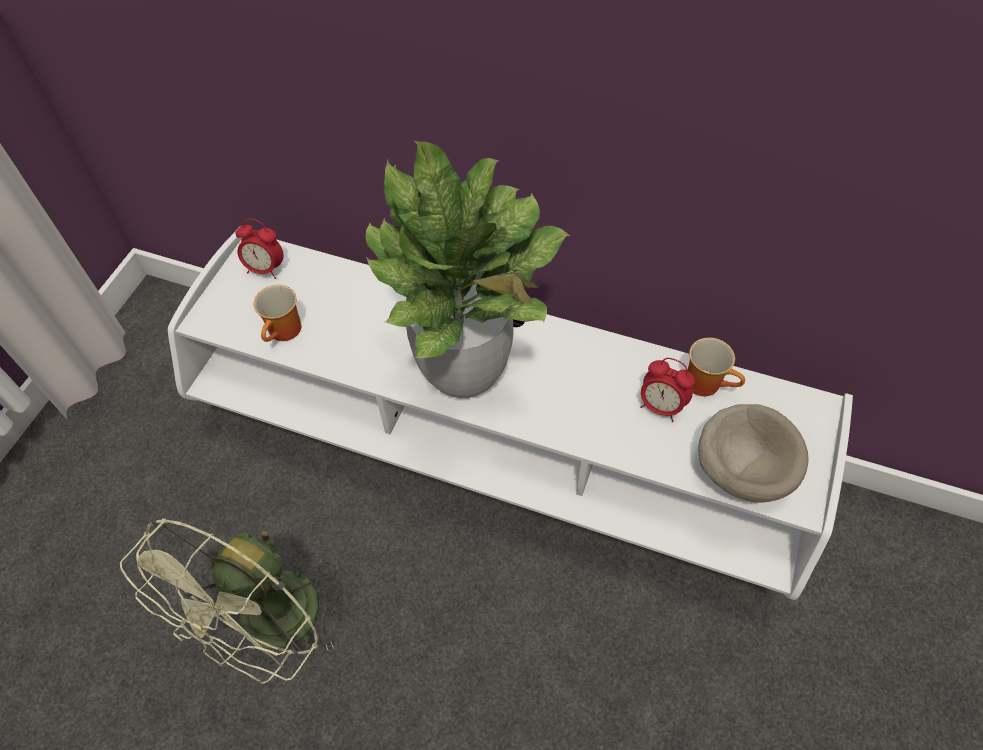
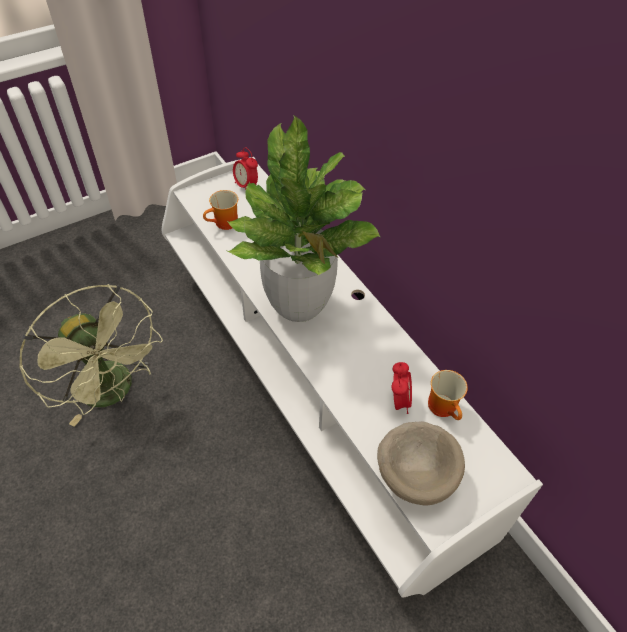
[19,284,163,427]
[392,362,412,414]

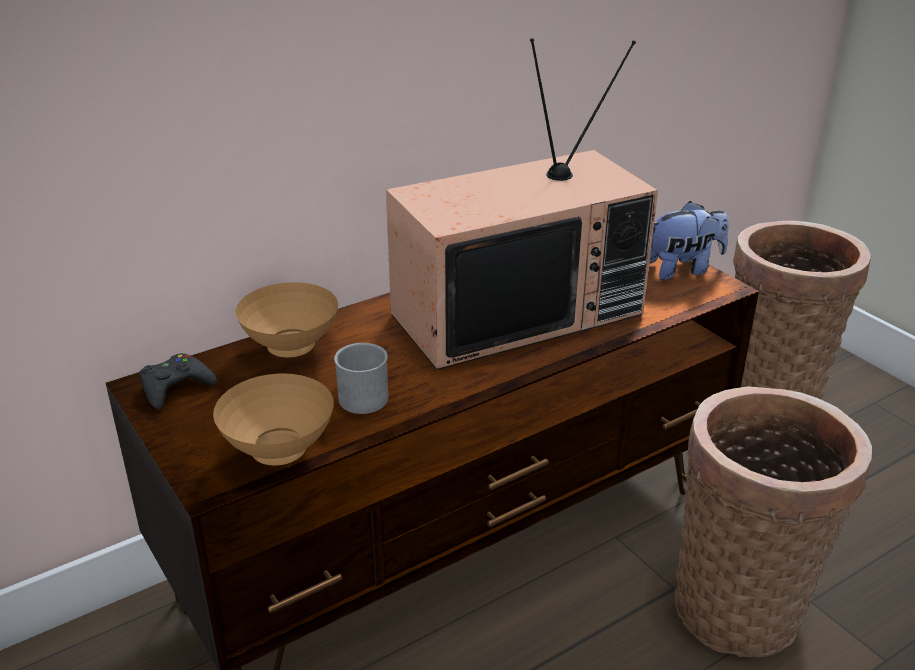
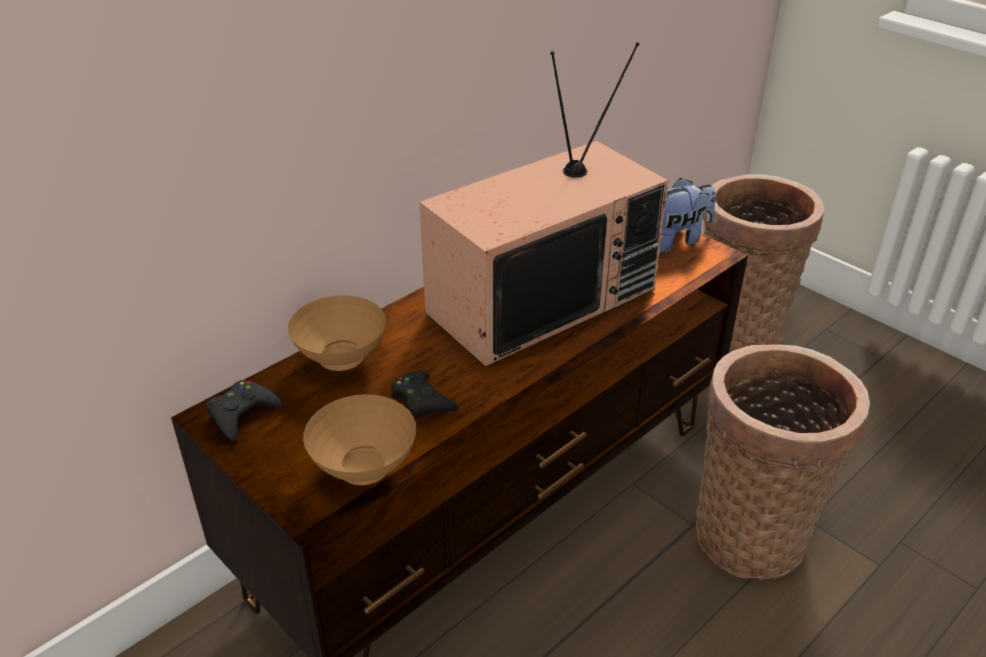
[391,371,459,420]

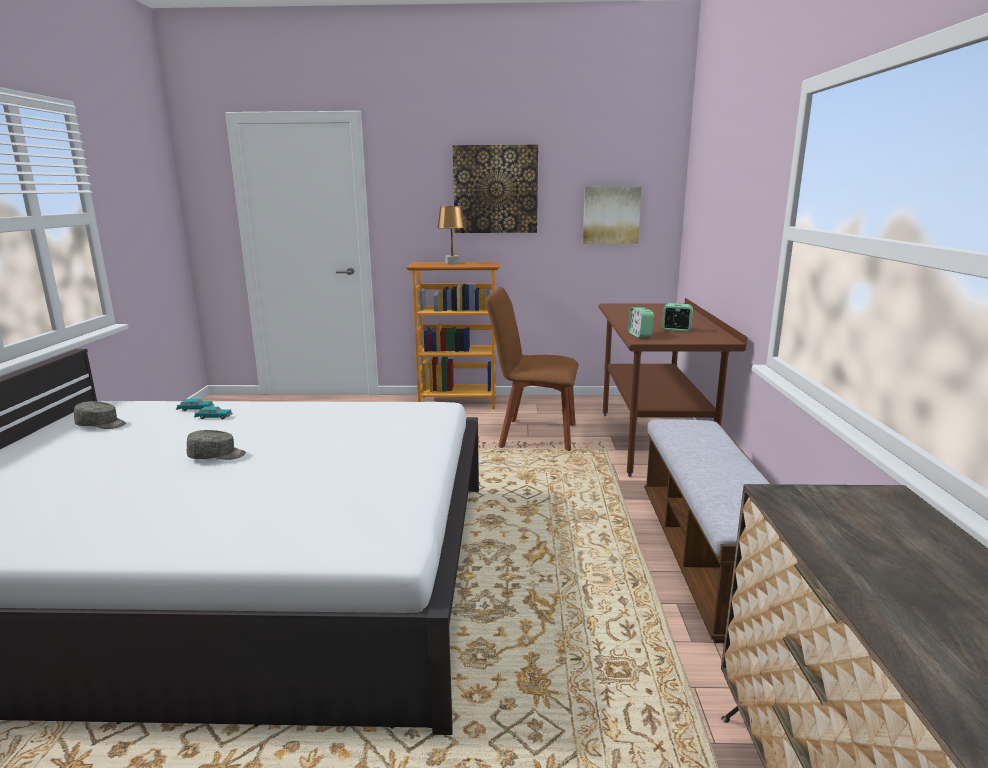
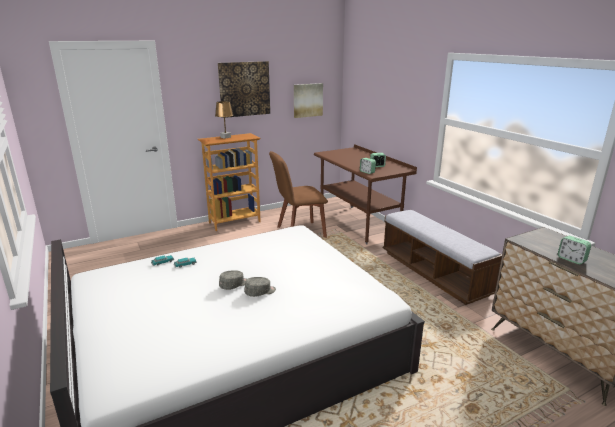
[244,277,276,297]
[558,236,591,264]

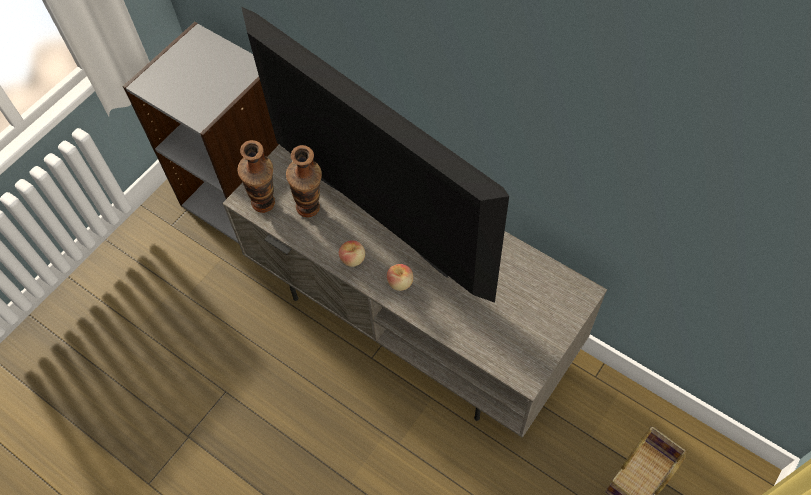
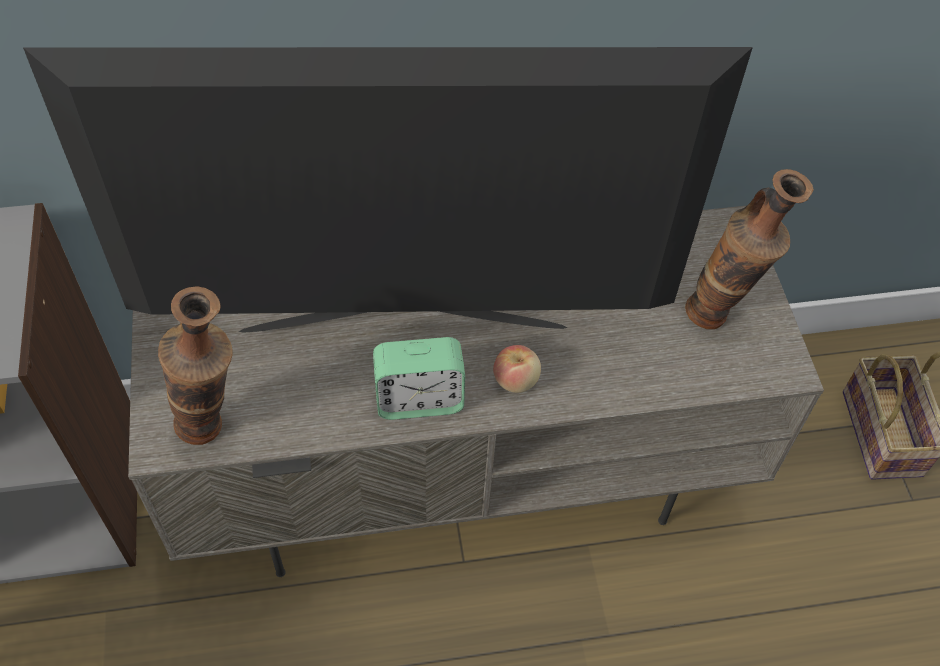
[373,337,465,420]
[685,169,814,329]

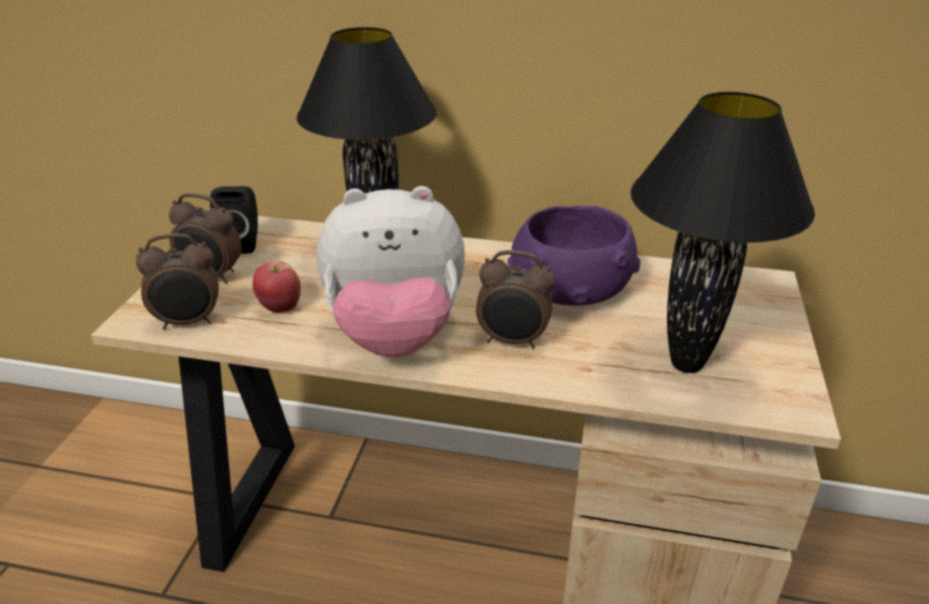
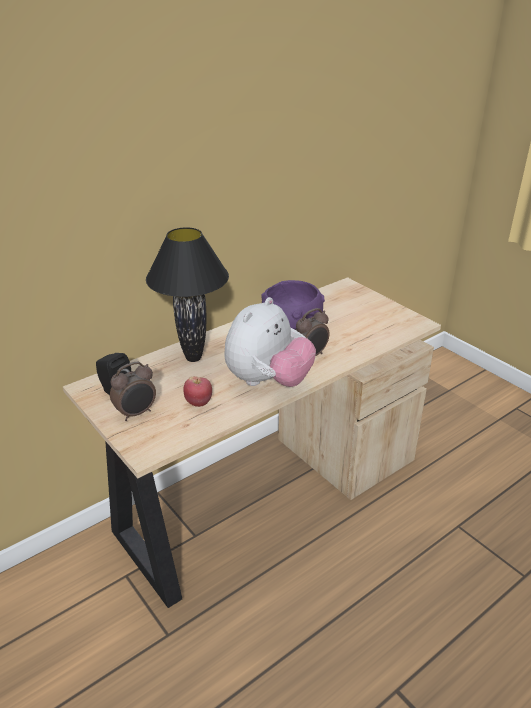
[136,233,219,330] (first image)
[630,92,815,373] (first image)

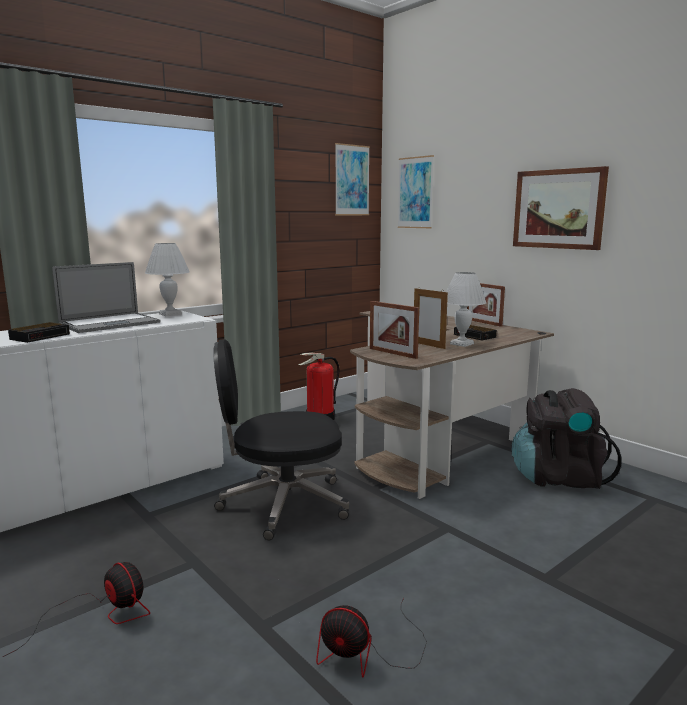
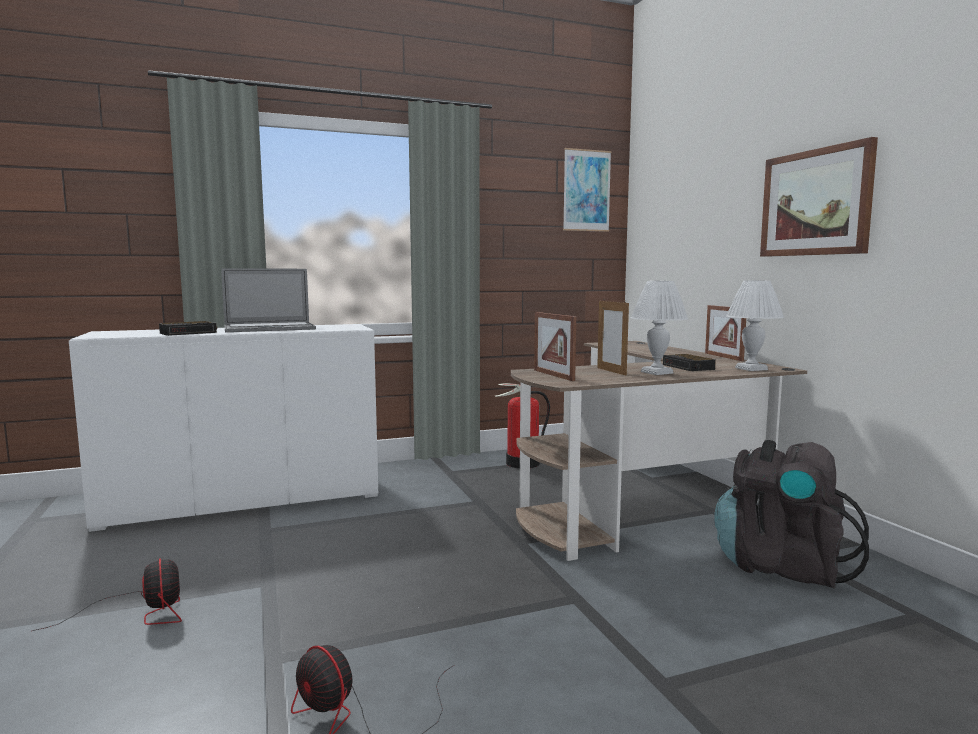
[726,281,784,371]
[213,339,349,540] (first image)
[397,155,434,228] (first image)

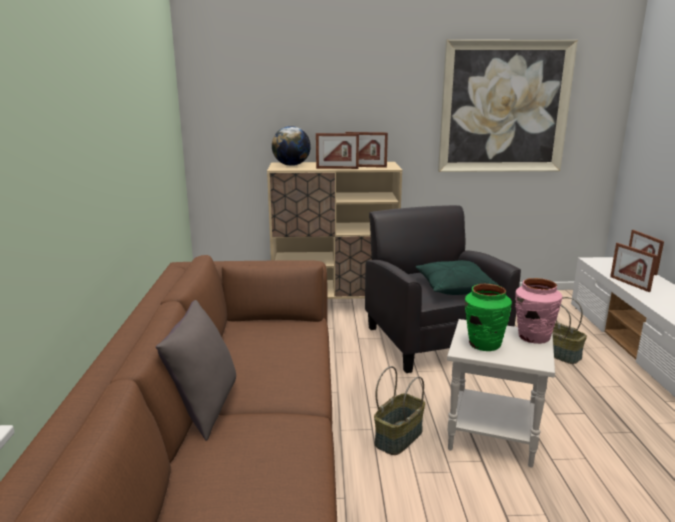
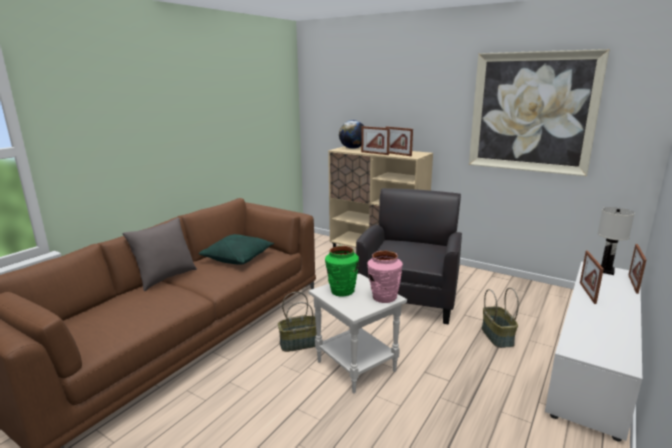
[199,234,274,265]
[597,207,635,275]

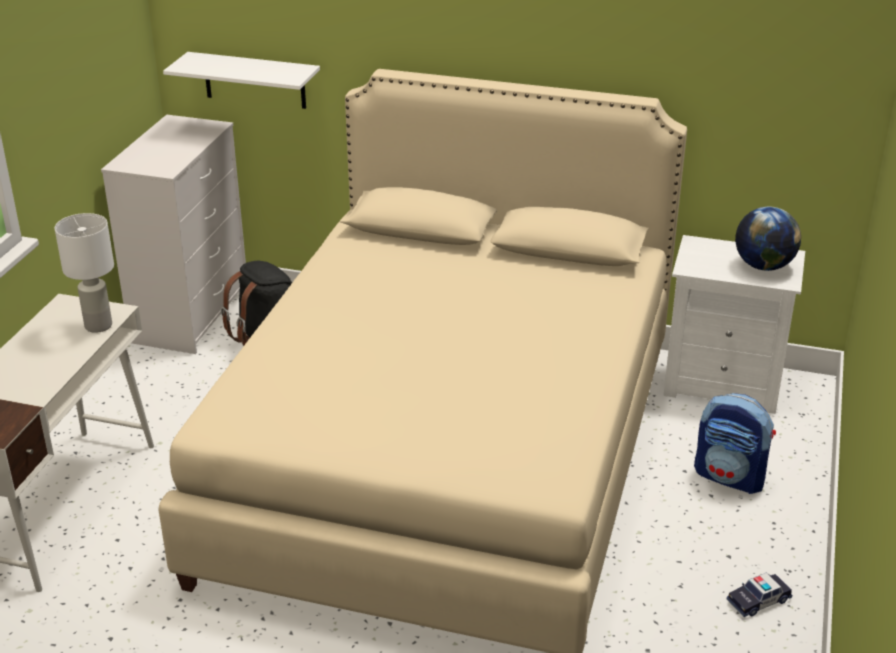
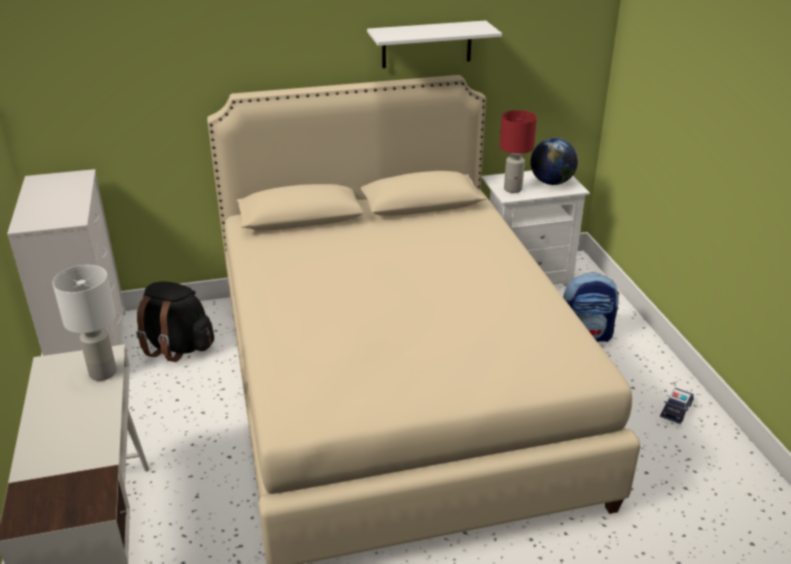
[367,20,502,68]
[500,110,537,193]

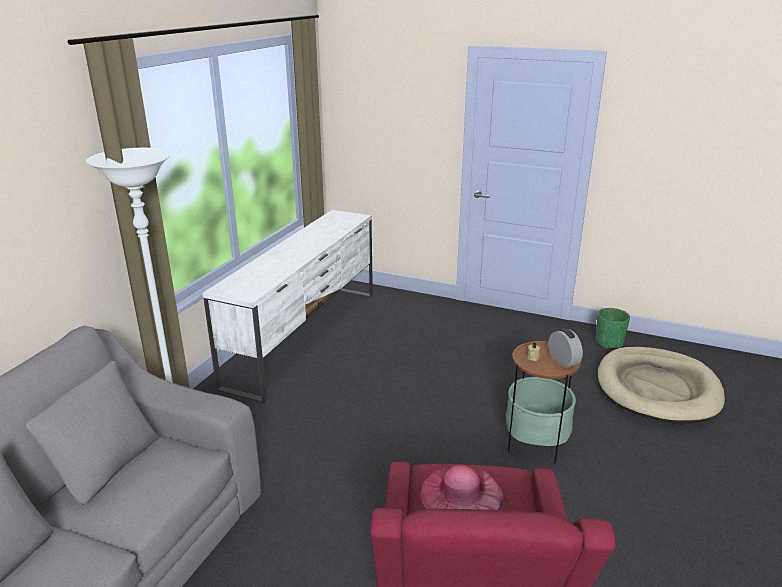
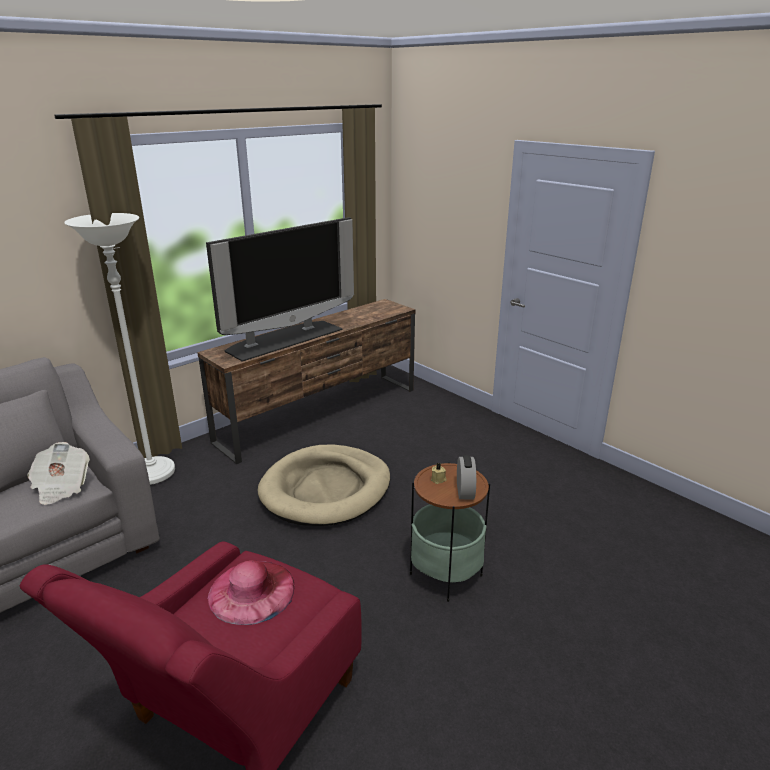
[27,442,90,505]
[197,299,415,464]
[206,217,354,362]
[258,444,390,526]
[595,308,630,349] (first image)

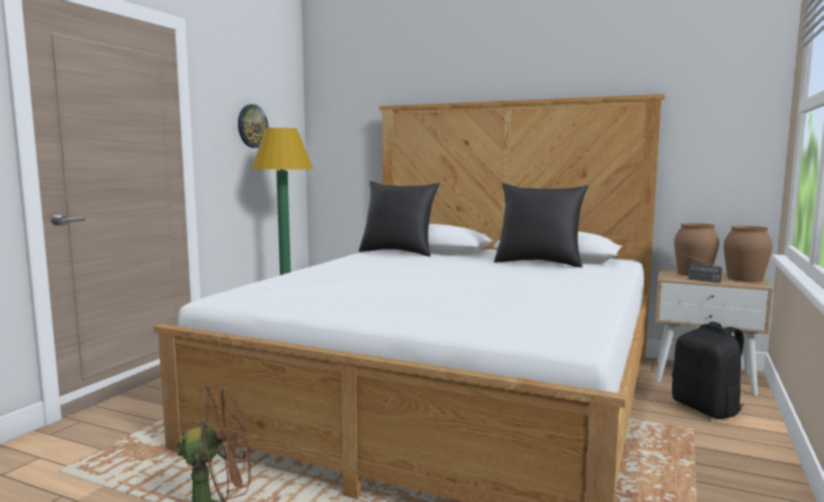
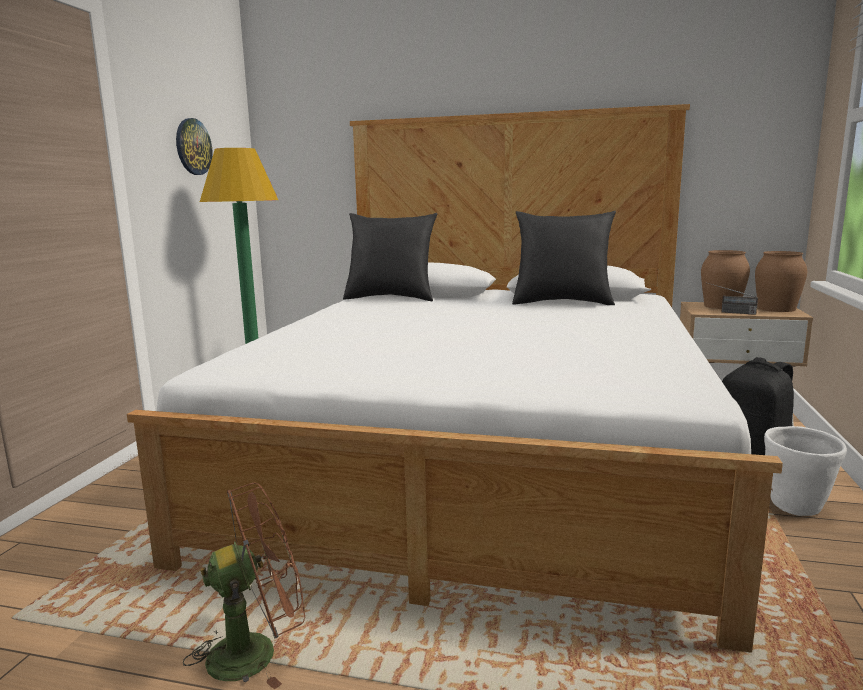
[764,426,847,516]

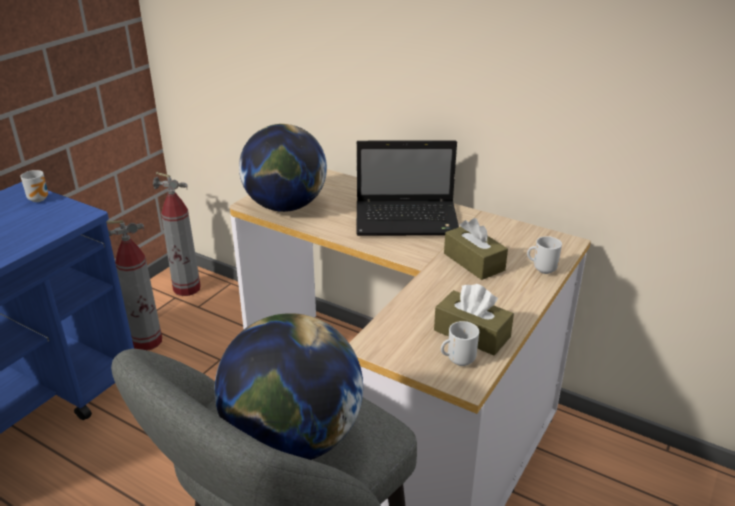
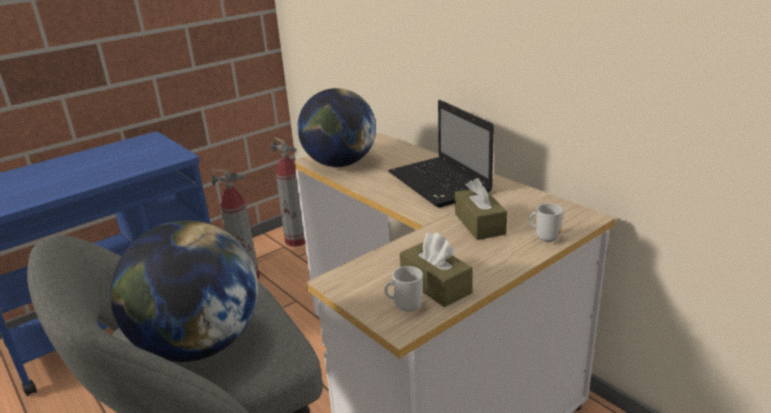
[388,100,494,208]
[20,170,48,202] (first image)

